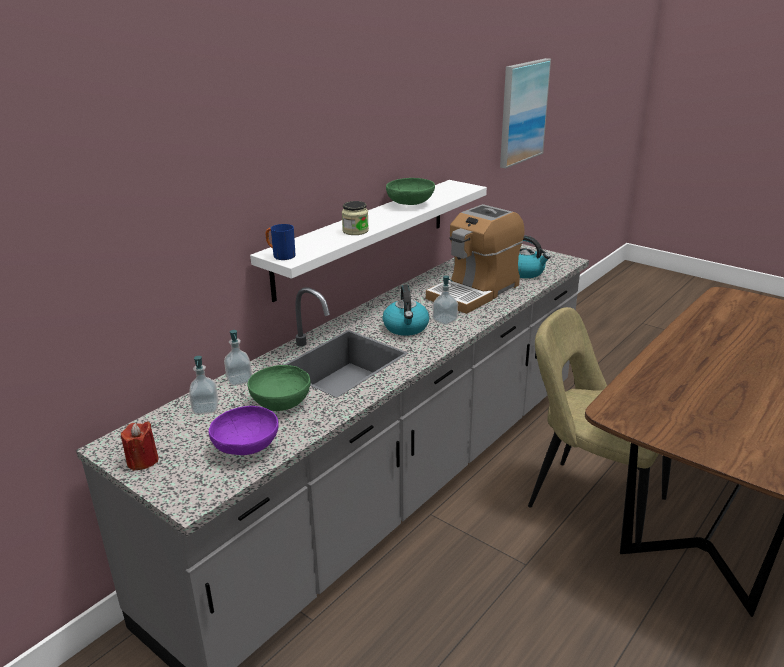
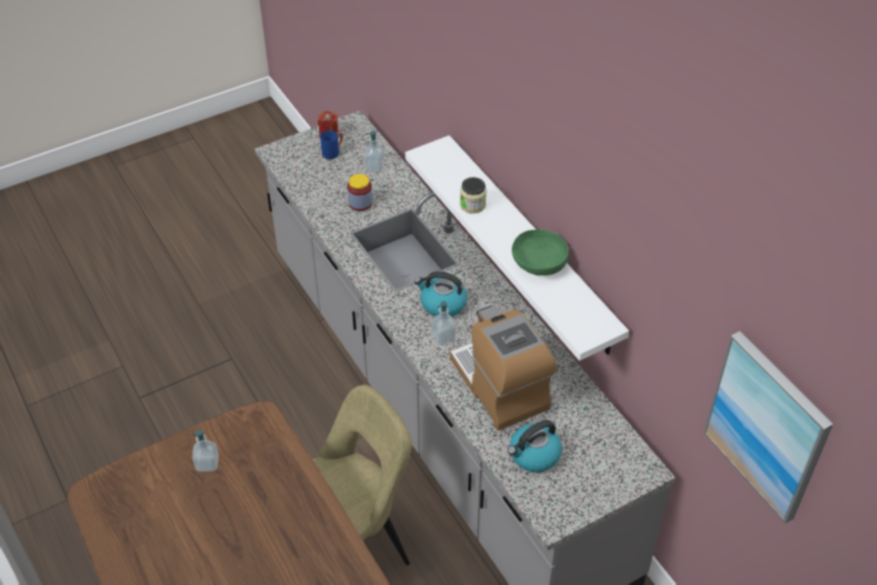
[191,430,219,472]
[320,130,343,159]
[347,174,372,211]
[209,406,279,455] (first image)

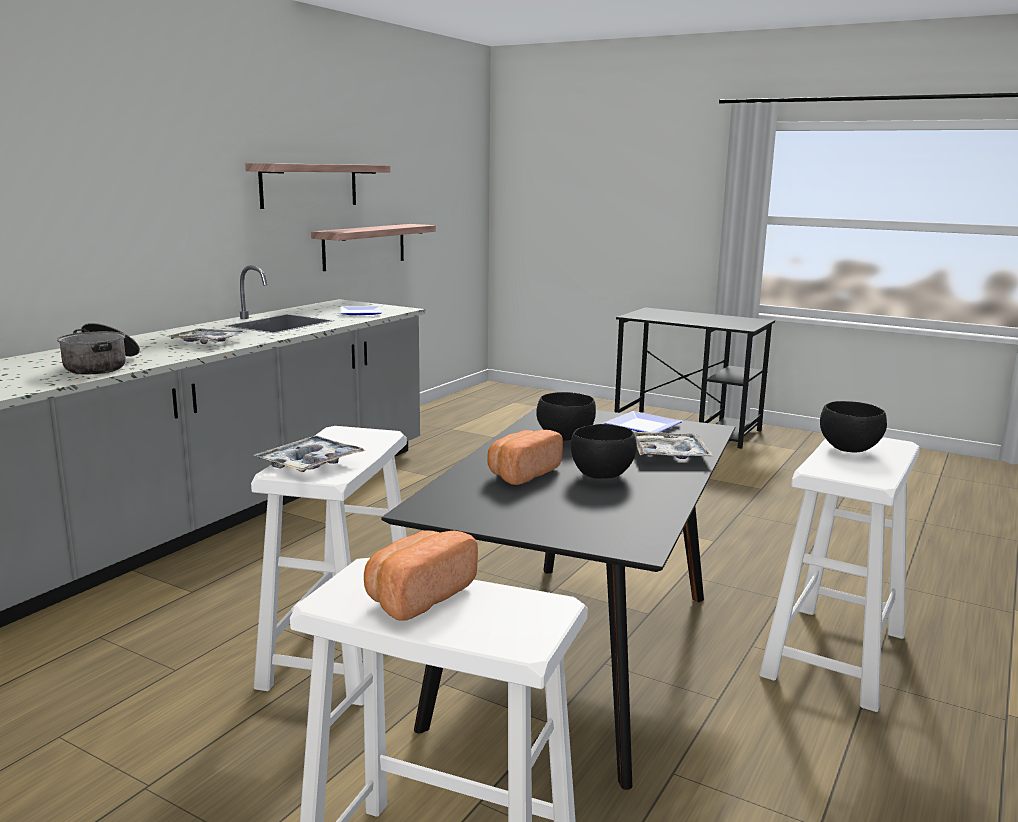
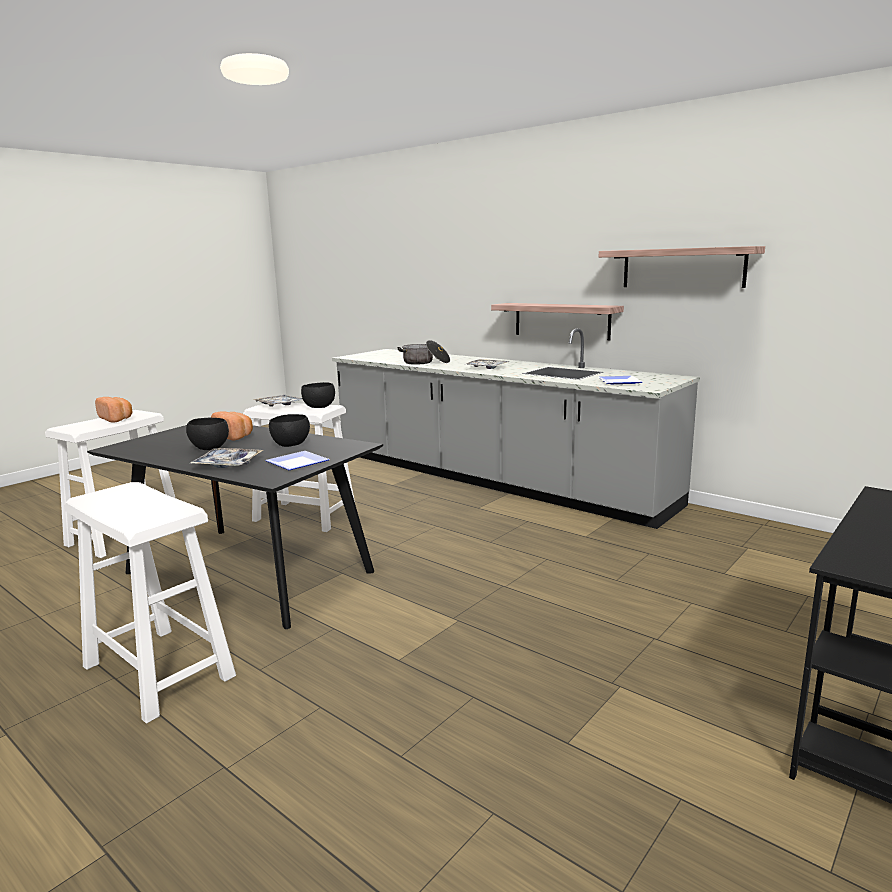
[301,382,335,408]
[491,303,624,340]

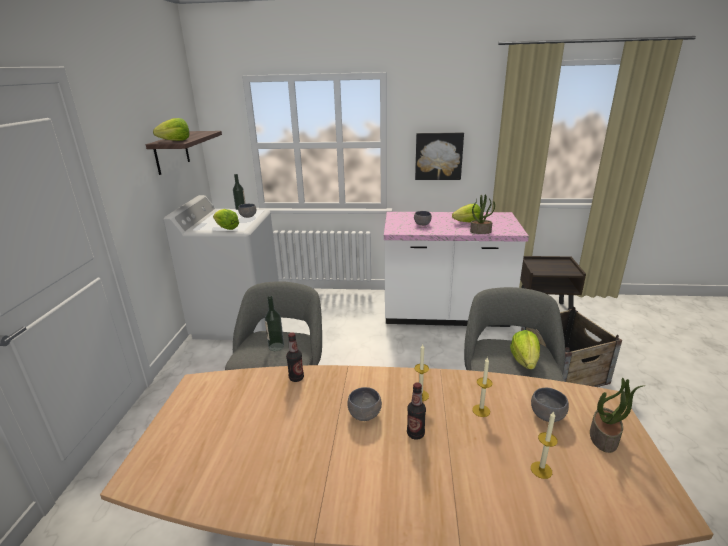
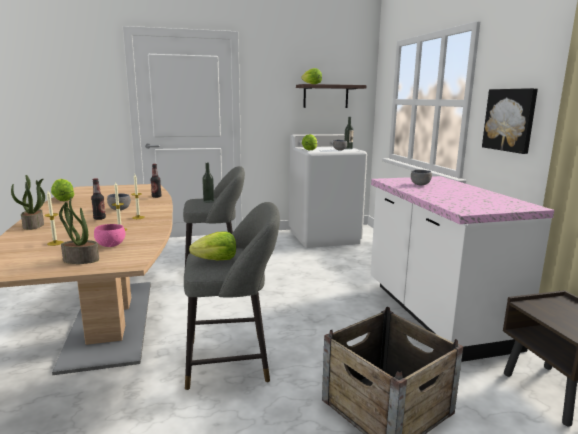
[11,175,45,230]
[51,179,75,201]
[94,224,125,247]

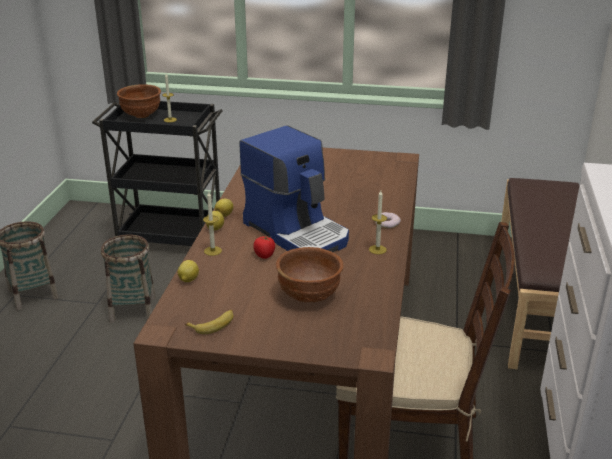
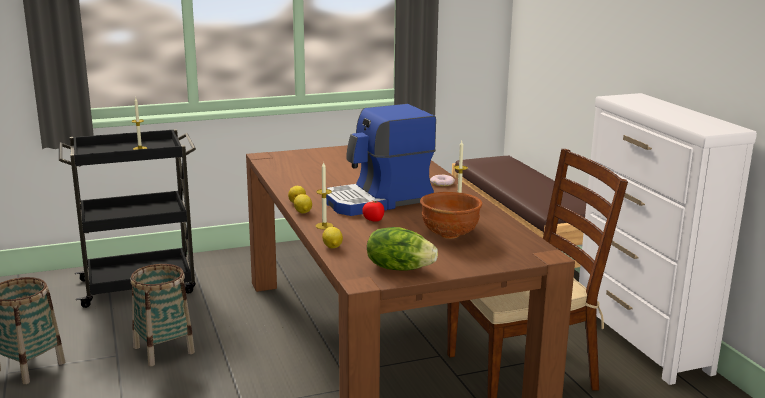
[326,104,436,216]
[367,227,438,271]
[117,84,161,118] (first image)

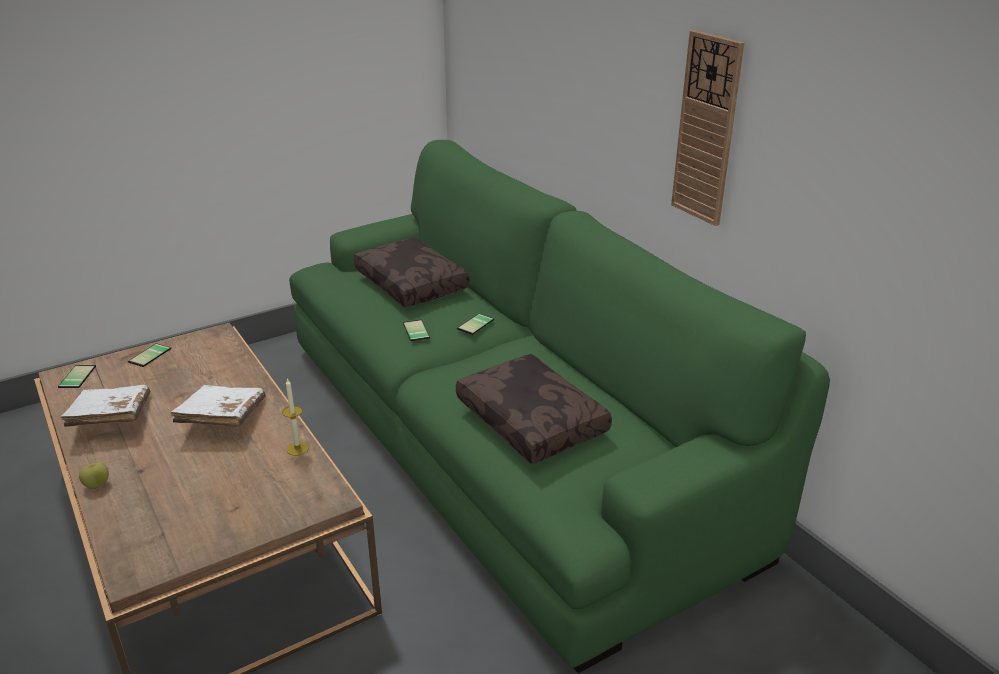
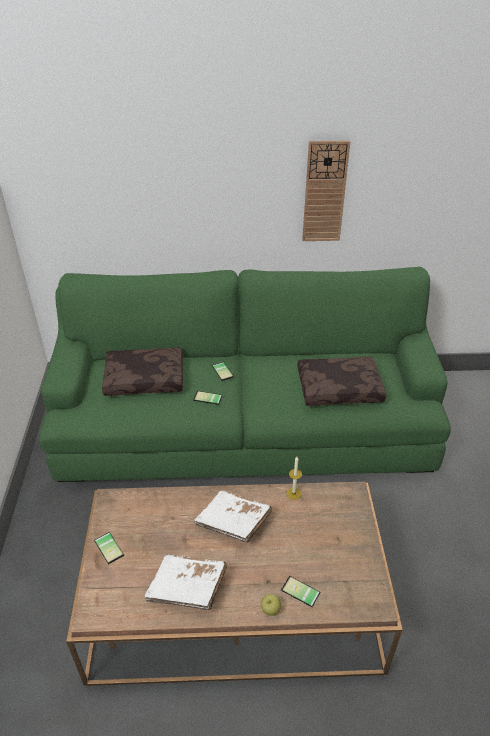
[281,576,320,607]

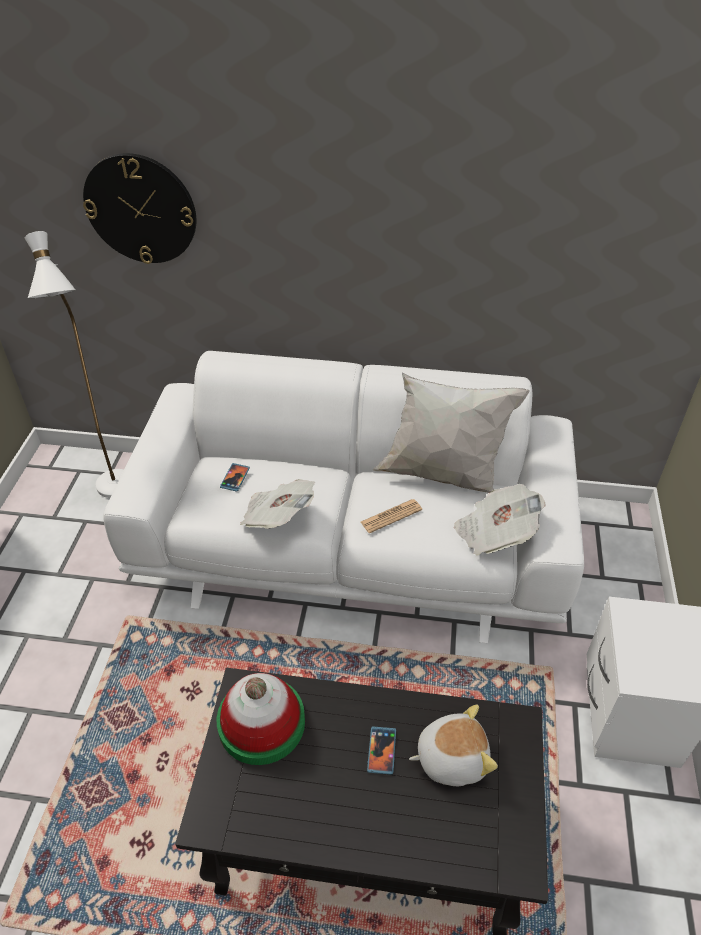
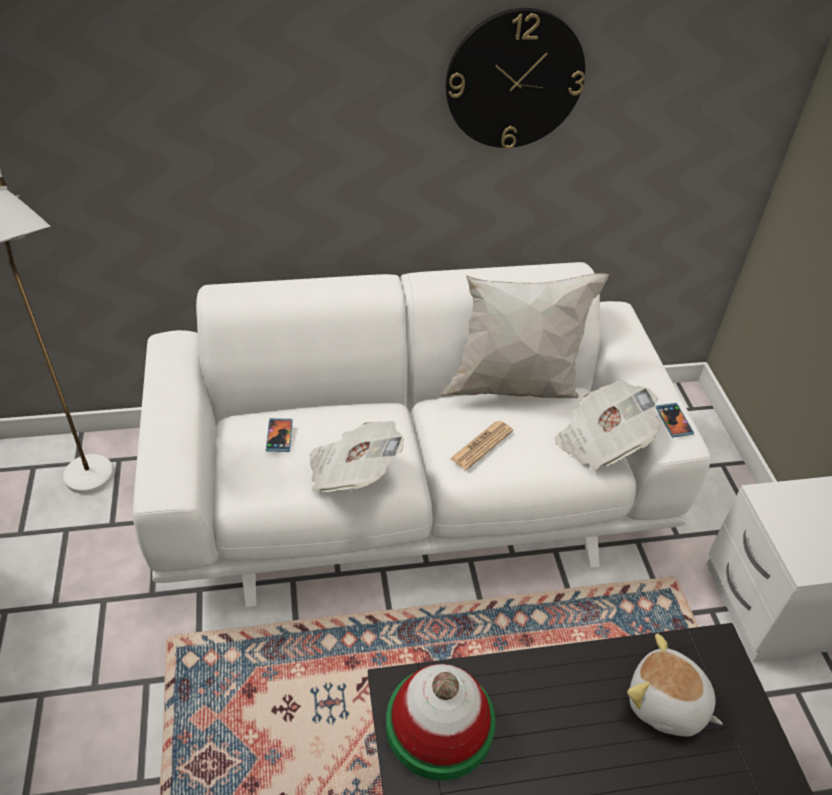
[446,8,585,149]
[627,633,723,737]
[656,403,694,438]

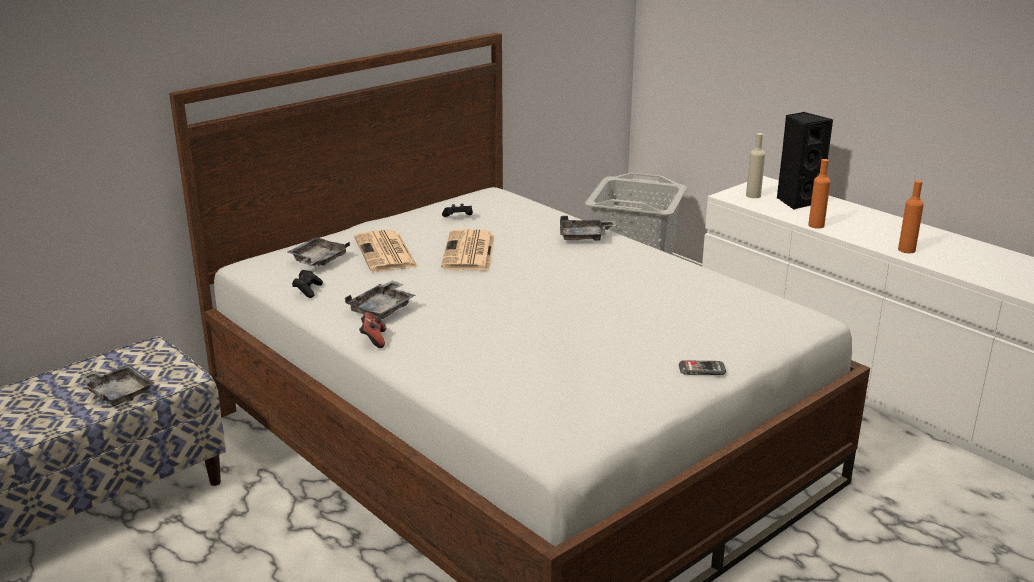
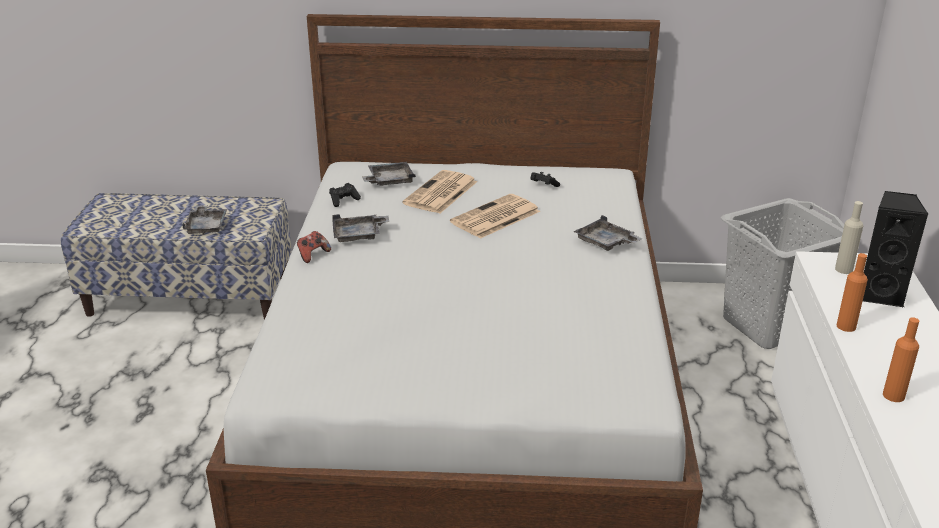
[679,361,726,375] (first image)

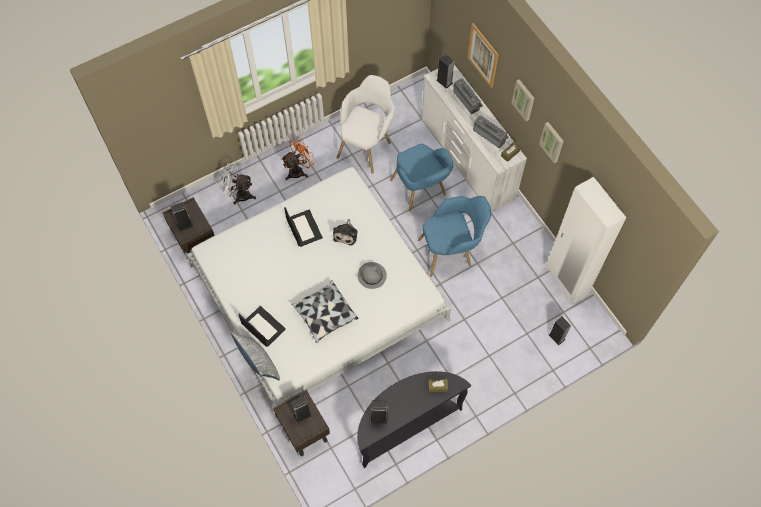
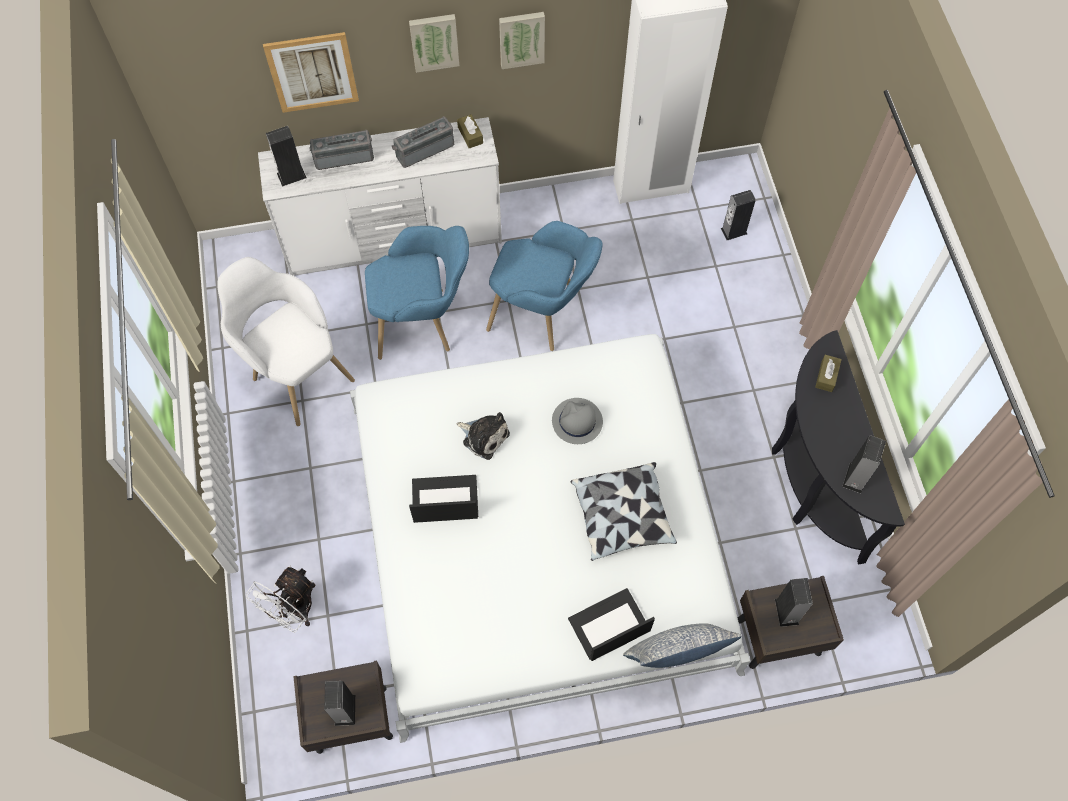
[486,221,603,351]
[281,137,316,180] (first image)

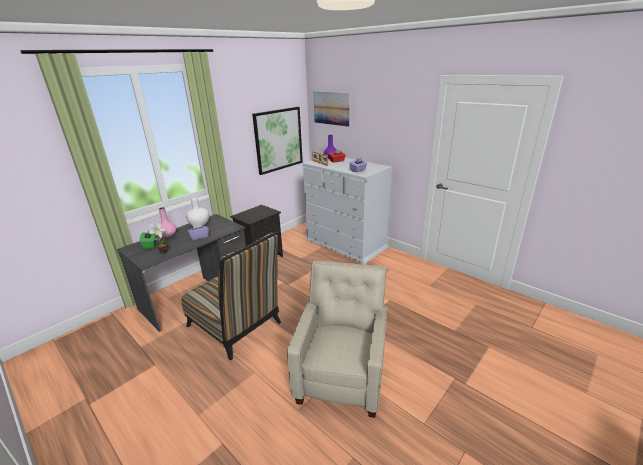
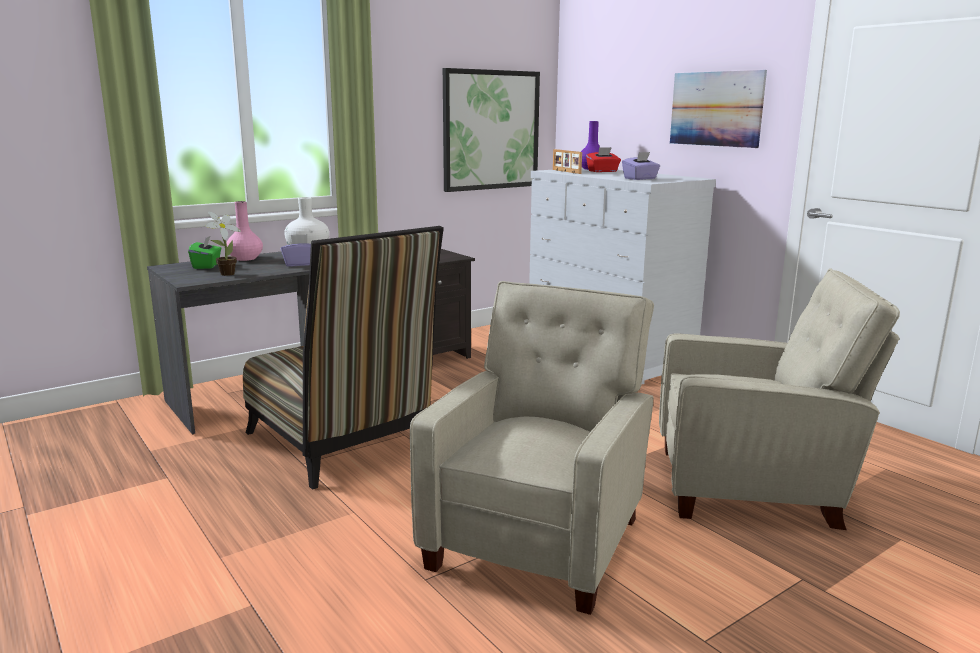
[659,268,900,530]
[670,70,767,148]

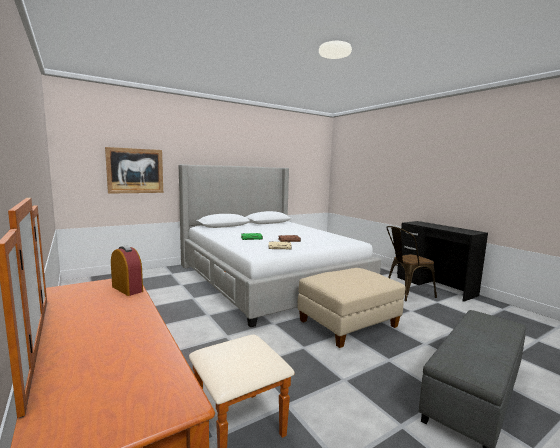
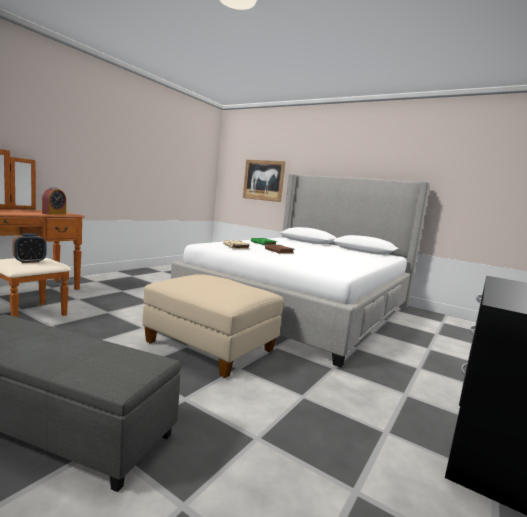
[12,234,46,263]
[386,226,437,301] (first image)

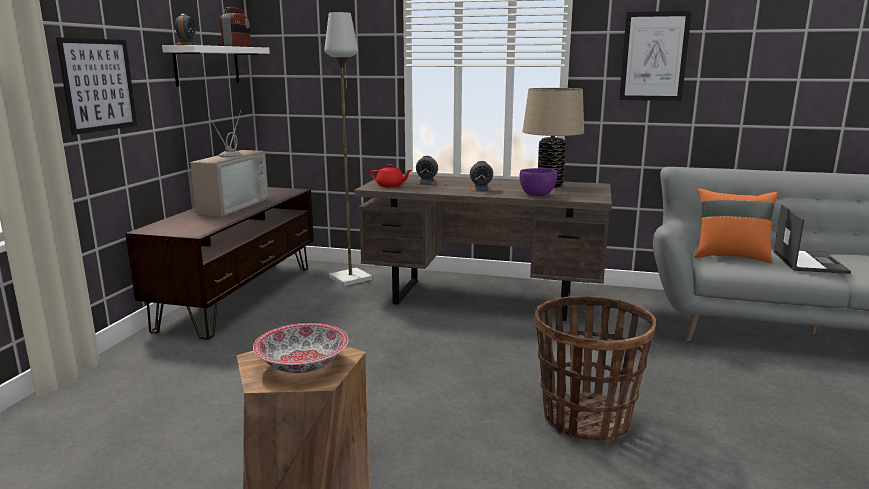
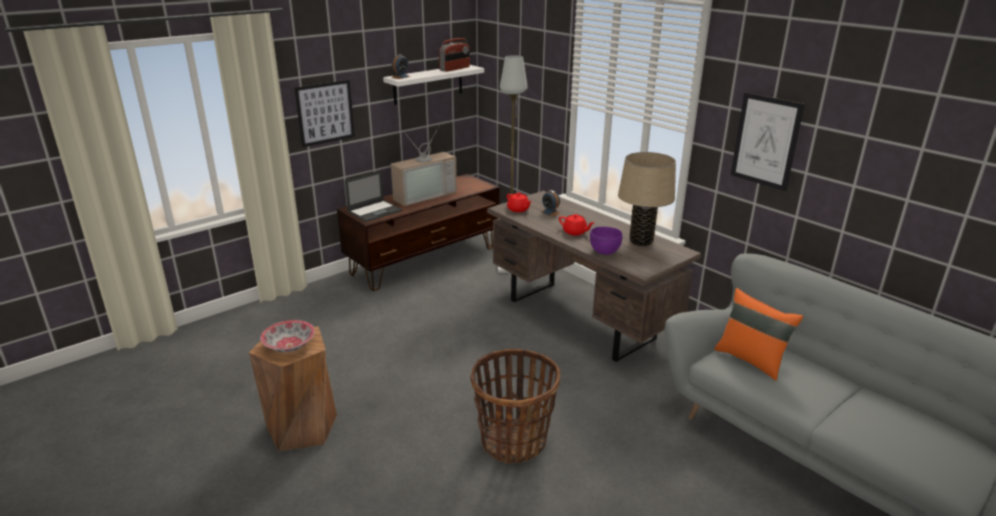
[345,170,402,222]
[559,214,594,236]

